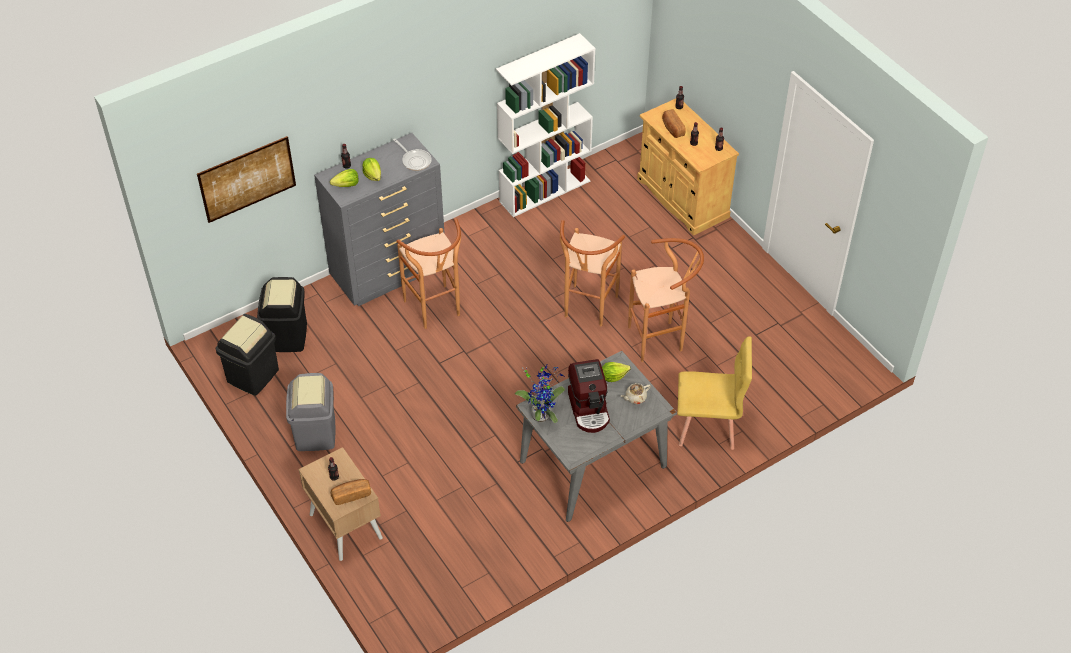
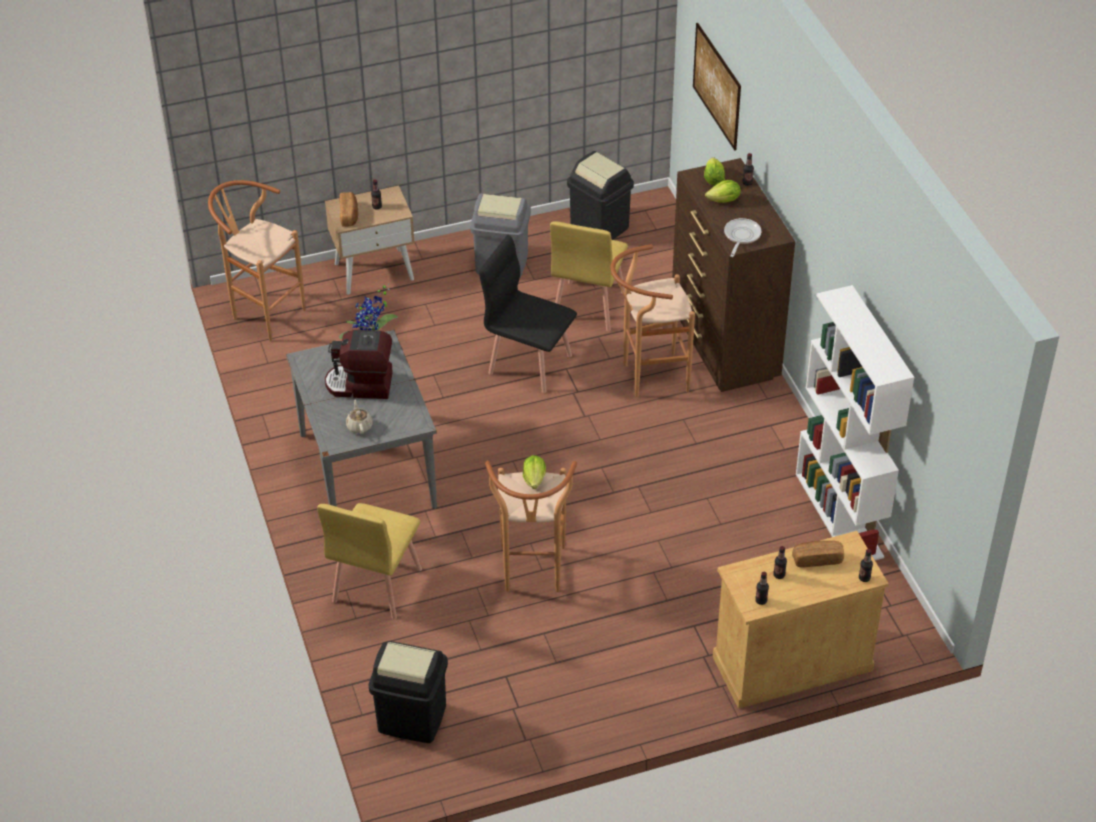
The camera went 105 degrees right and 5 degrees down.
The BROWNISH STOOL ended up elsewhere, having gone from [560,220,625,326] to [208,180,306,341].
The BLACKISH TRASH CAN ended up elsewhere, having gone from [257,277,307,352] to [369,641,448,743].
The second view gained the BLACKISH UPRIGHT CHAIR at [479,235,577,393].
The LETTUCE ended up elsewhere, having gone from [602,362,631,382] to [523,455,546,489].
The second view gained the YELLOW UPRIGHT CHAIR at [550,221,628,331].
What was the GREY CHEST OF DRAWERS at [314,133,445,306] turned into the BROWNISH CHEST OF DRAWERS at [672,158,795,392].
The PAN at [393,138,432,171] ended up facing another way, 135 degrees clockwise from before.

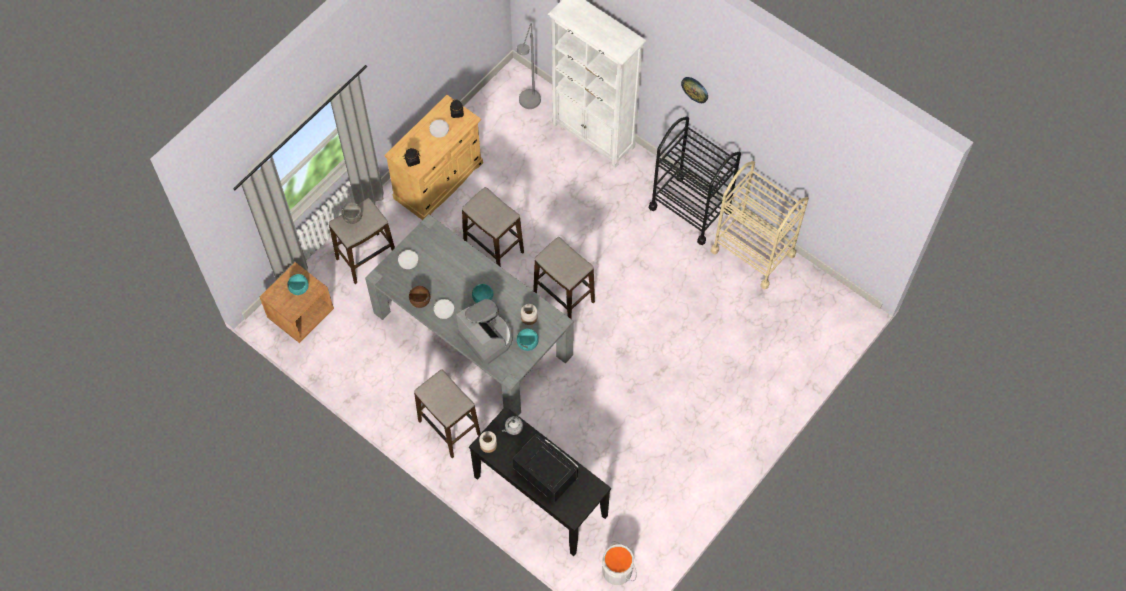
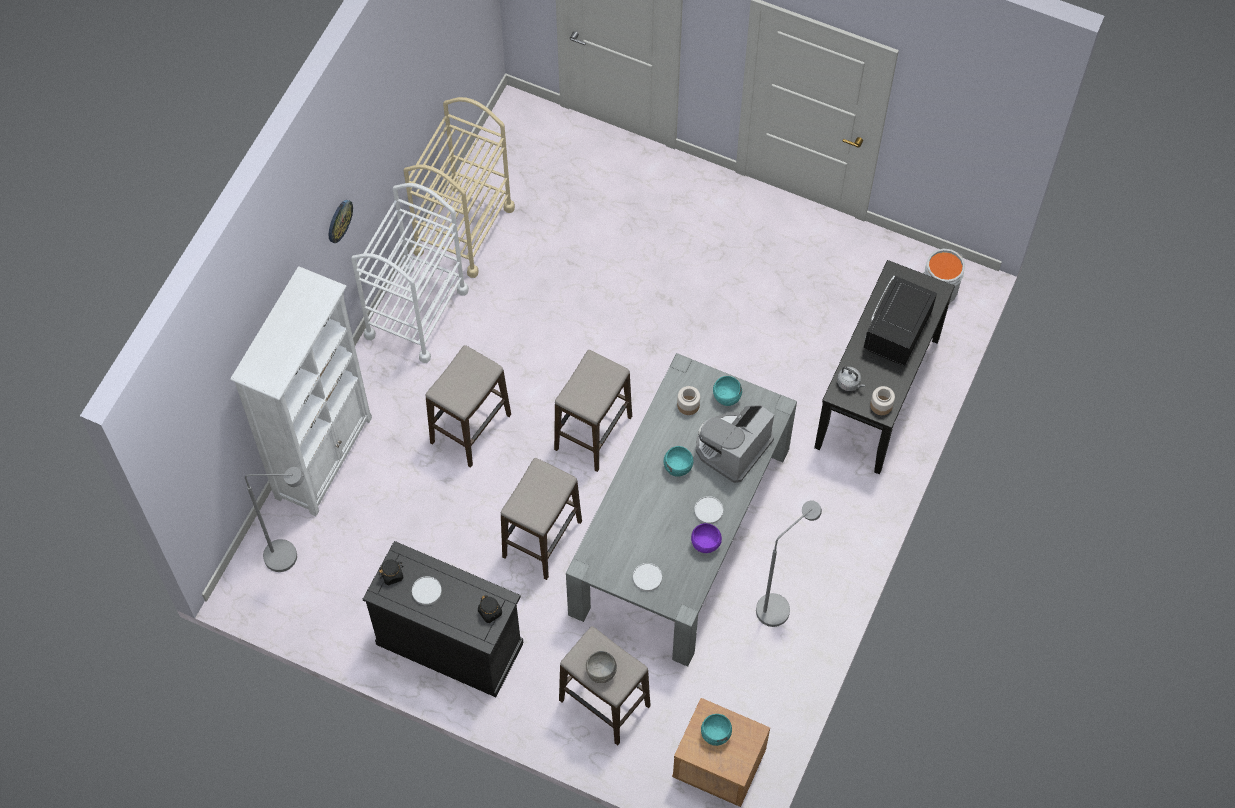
The camera went 105 degrees left and 0 degrees up.
What was the BLACKISH CART at [649,117,741,245] turned into the WHITISH CART at [351,183,469,363].
What was the BEIGE-COLOURED STORAGE CABINET at [384,95,483,220] turned into the BLACKISH STORAGE CABINET at [363,541,524,697].
The STOOL ended up elsewhere, having gone from [414,369,481,458] to [426,345,511,468].
What was the BROWNISH DEEP DISH at [409,286,430,308] turned into the PURPLE DEEP DISH at [691,523,722,553].
The second view gained the GREY FLOOR LAMP at [756,500,822,627].

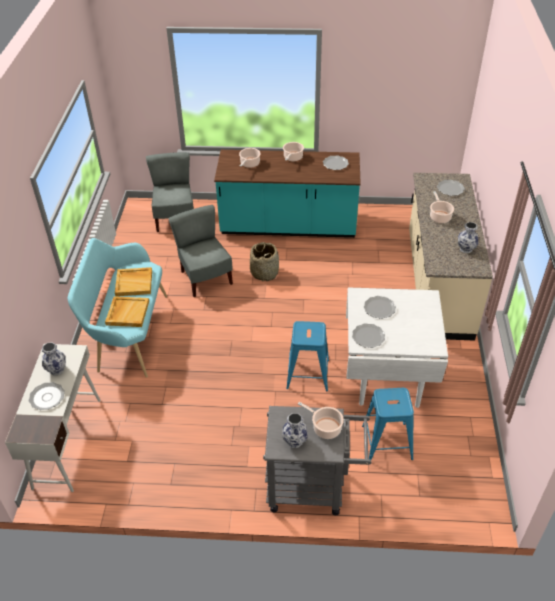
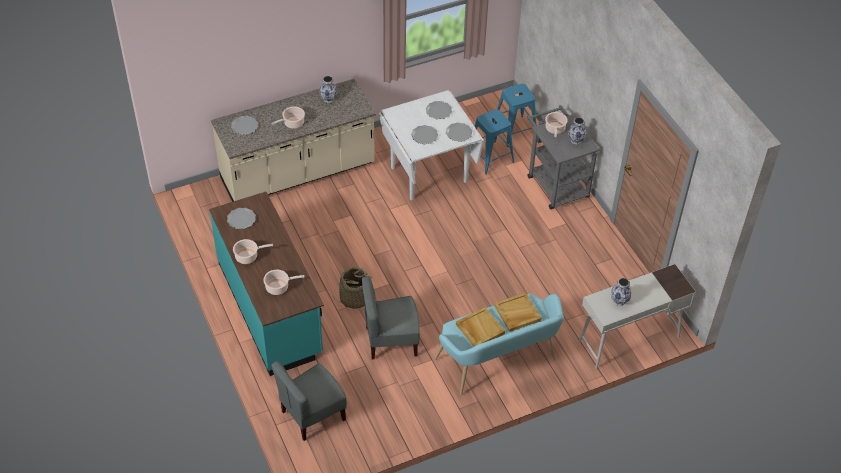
The camera went 120 degrees left and 5 degrees up.
The GREY UPRIGHT CHAIR at [168,205,233,297] ended up facing another way, 45 degrees clockwise from before.
The DINNER PLATE ended up elsewhere, having gone from [29,382,65,410] to [426,101,452,119].
The BLUE STOOL ended up elsewhere, having gone from [286,321,329,391] to [498,84,536,147].

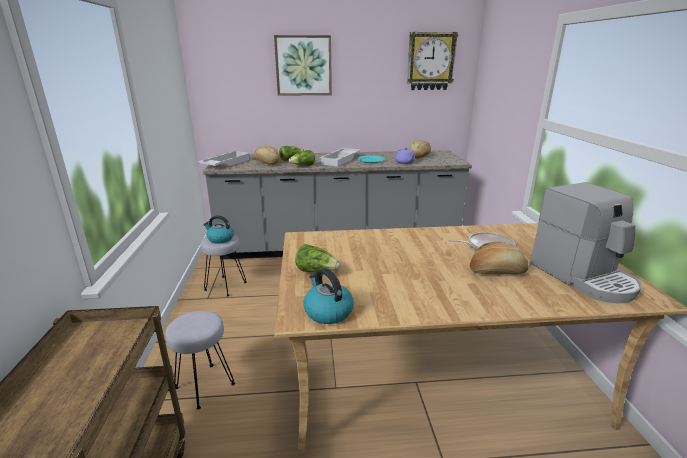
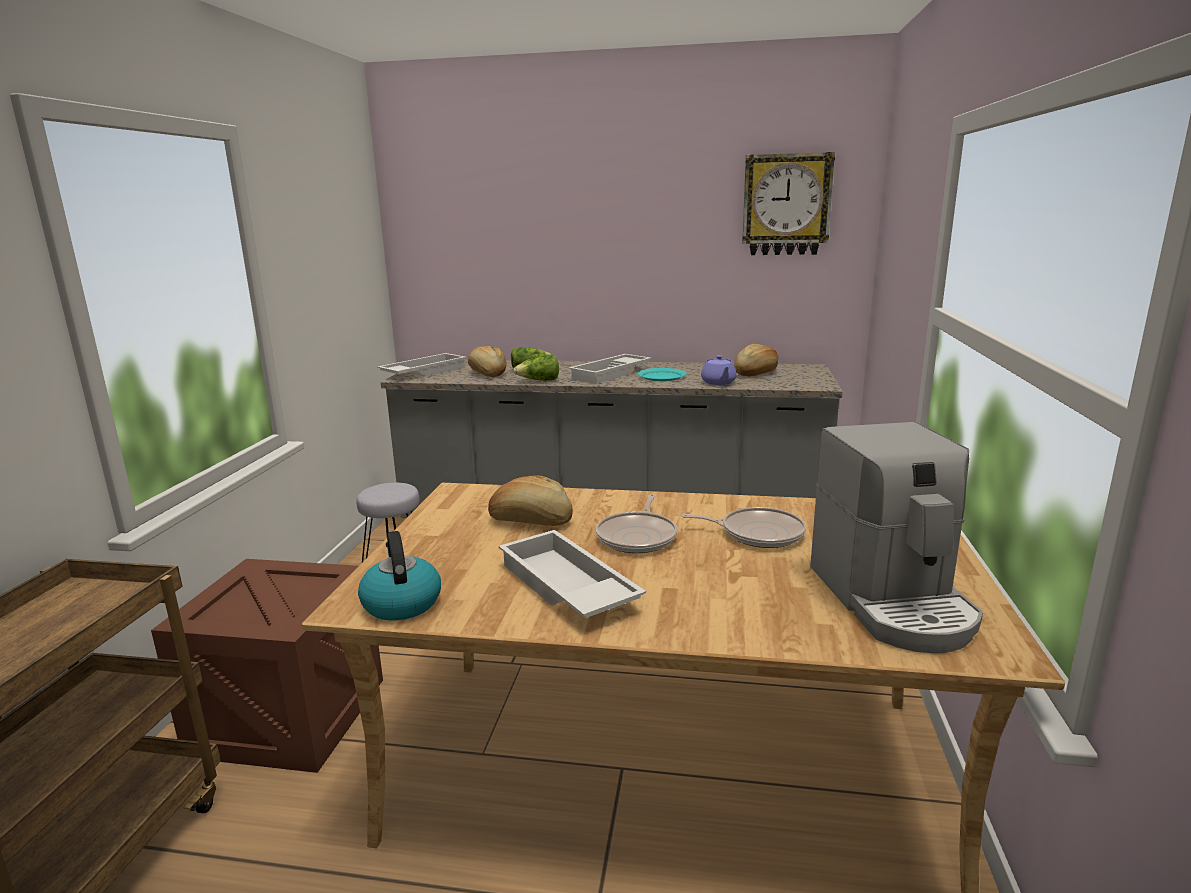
The camera went 15 degrees right and 5 degrees down.
Where the GREY STOOL stood at [165,311,235,409], the PACKING CRATE came to stand at [151,559,383,773].
The BAKERY BREAD ended up elsewhere, having gone from [470,242,528,274] to [488,476,573,526].
The second view gained the WHITISH TRAY at [499,530,646,618].
The second view gained the PAN at [596,494,677,553].
The second view lost the TEA KETTLE at [203,215,234,244].
The second view lost the WALL ART at [274,35,332,96].
The second view lost the LETTUCE at [295,244,340,272].

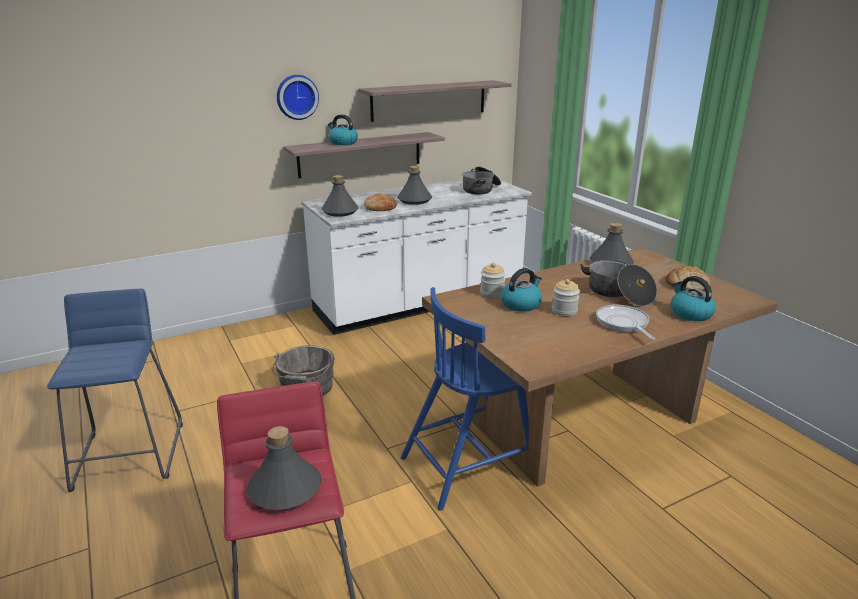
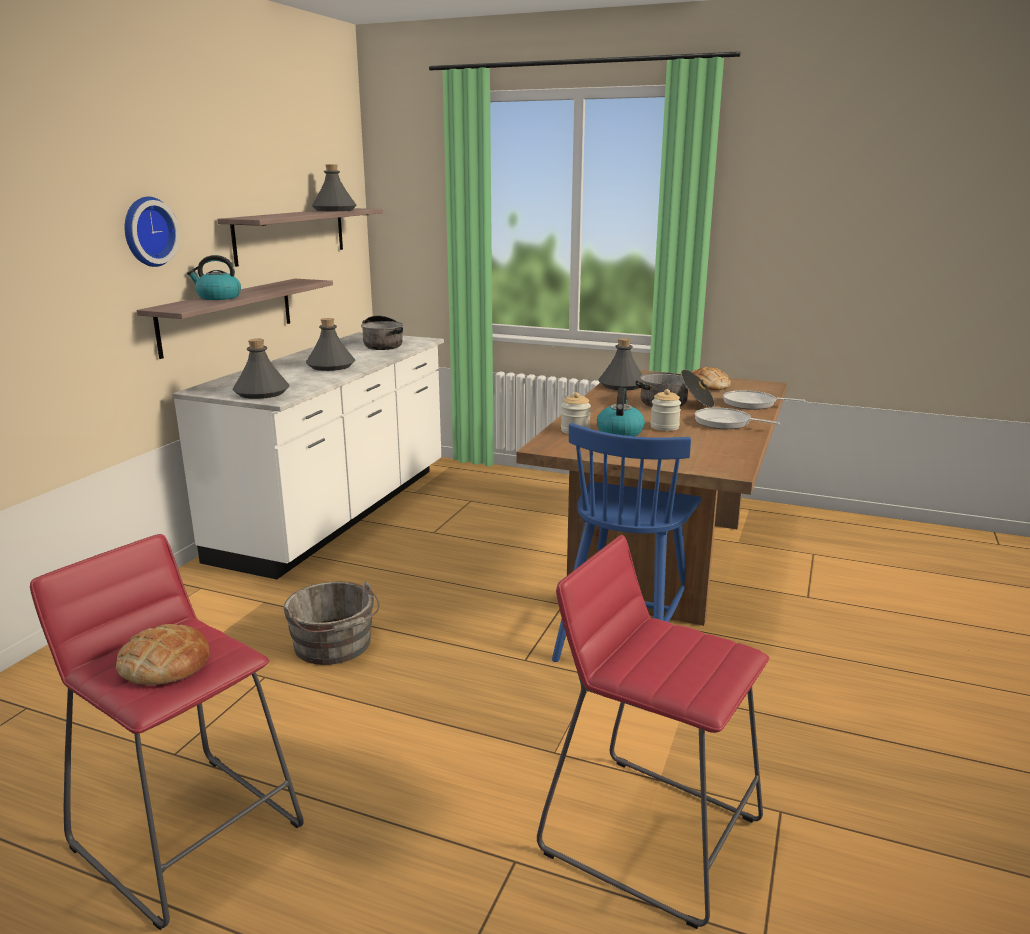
The camera went 40 degrees left and 5 degrees down.
What was the BLUE STOOL at [47,289,183,492] turned into the REDDISH STOOL at [30,534,304,930].
The BAKERY BREAD ended up elsewhere, having gone from [364,193,397,211] to [116,624,210,685].
The GREY DRINK BOTTLE ended up elsewhere, having gone from [247,426,321,510] to [312,164,357,211].
Where the TEA KETTLE stood at [671,276,716,321], the PAN came to stand at [723,390,805,410].

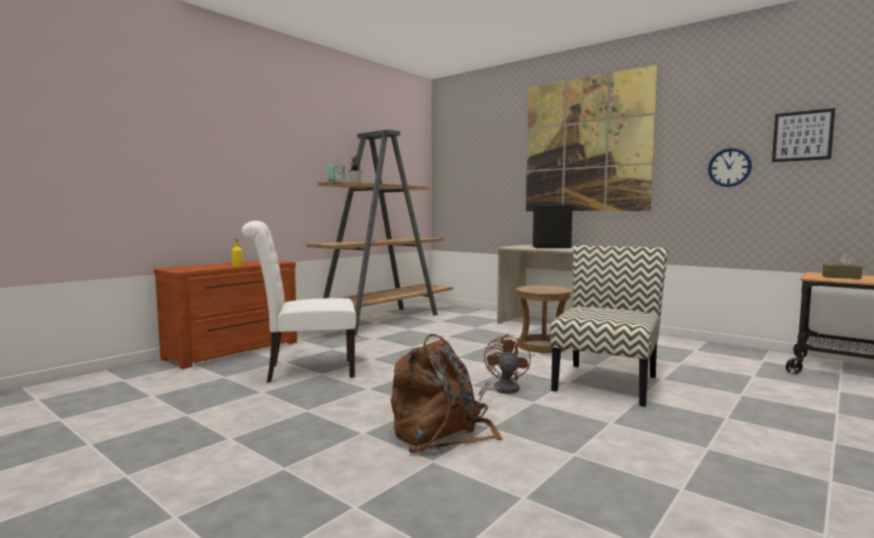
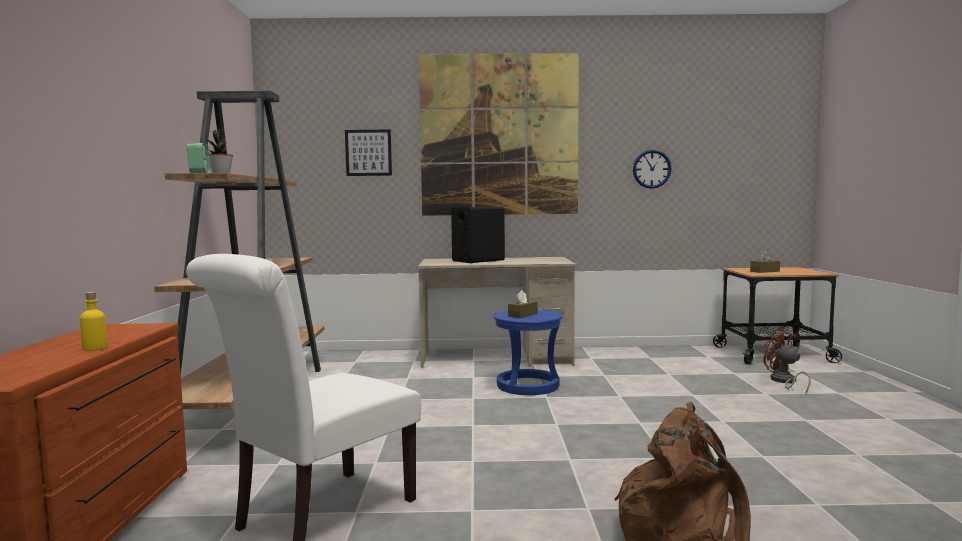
The camera went 40 degrees left and 0 degrees up.
The WALL ART ended up elsewhere, having gone from [772,108,835,162] to [345,129,392,176].
What was the BROWNISH STOOL at [516,285,572,353] turned into the BLUE STOOL at [493,309,562,395].
The second view gained the BROWNISH TISSUE BOX at [508,290,538,318].
The BROWNISH ELECTRIC FAN ended up elsewhere, having gone from [478,334,531,402] to [763,329,811,393].
The second view lost the UPRIGHT CHAIR at [550,245,668,407].

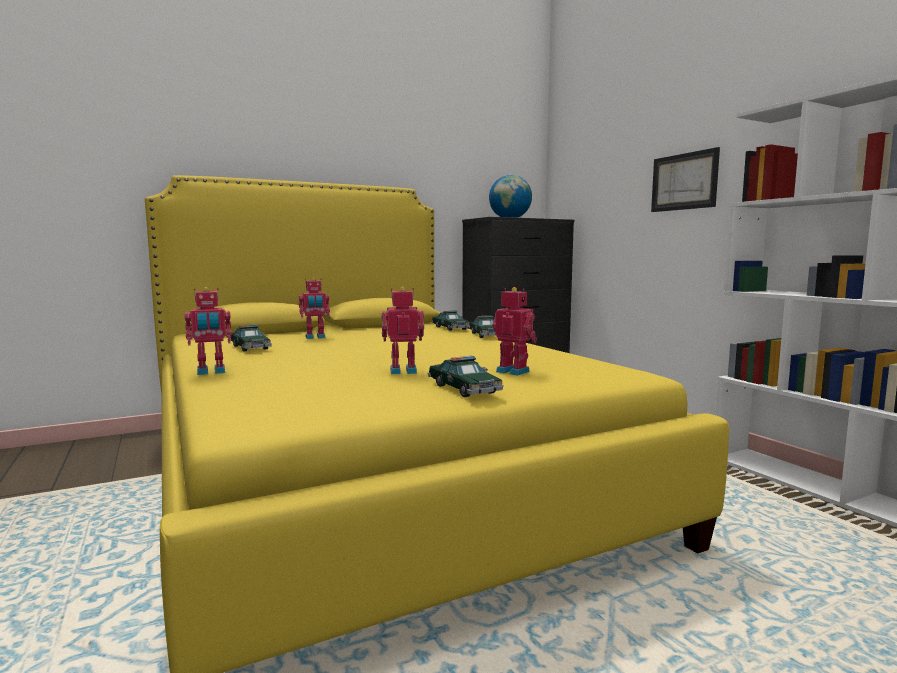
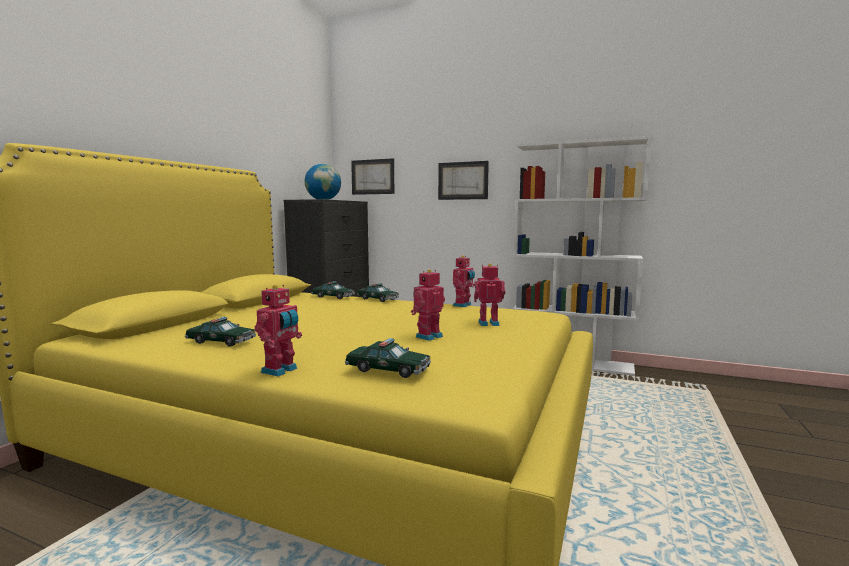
The camera went 40 degrees left and 0 degrees up.
The MINIATURE CAR ended up elsewhere, having gone from [428,356,504,397] to [345,338,431,378].
The second view gained the WALL ART at [351,158,394,195].
The MODEL ROBOT ended up elsewhere, having gone from [299,278,330,339] to [453,255,475,307].

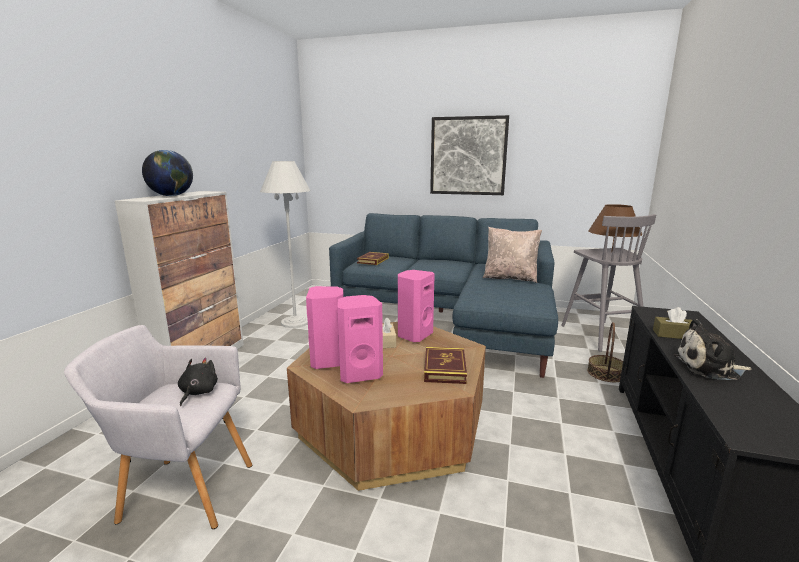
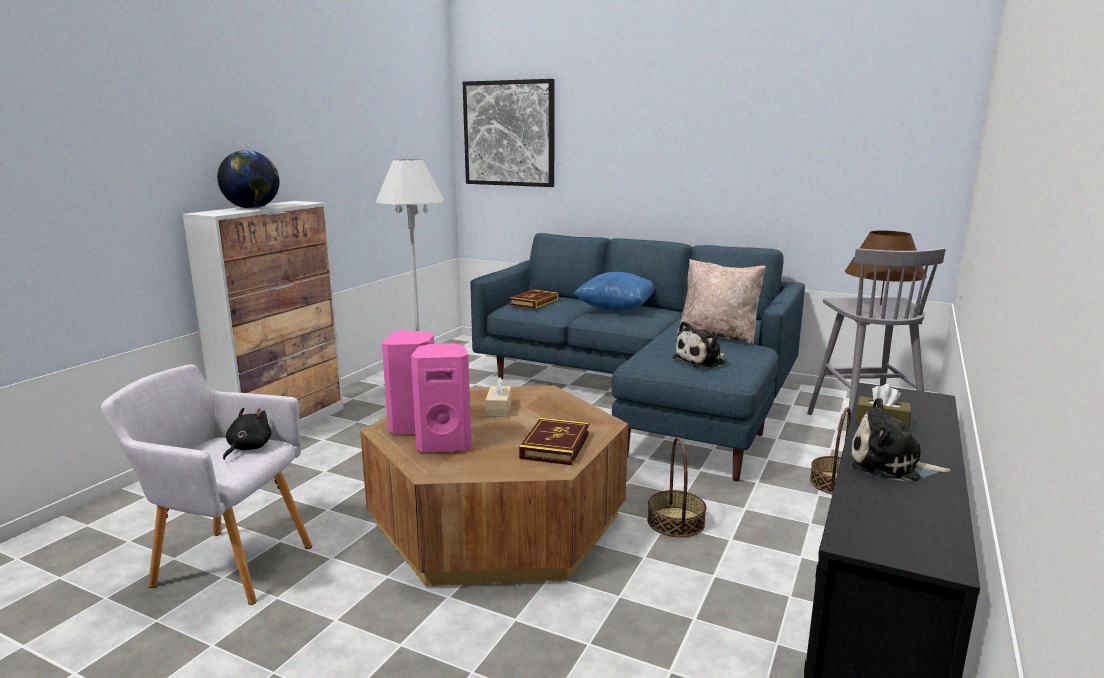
The camera went 10 degrees right and 0 degrees up.
The WALL ART ended up elsewhere, having gone from [430,115,509,195] to [463,79,554,187].
The second view gained the BLUE CUSHION at [573,272,654,312].
The second view gained the BASKET at [647,437,706,537].
The second view gained the PLUSH TOY at [672,321,726,368].
The second view lost the PINKISH LOUDSPEAKER at [398,270,435,342].

